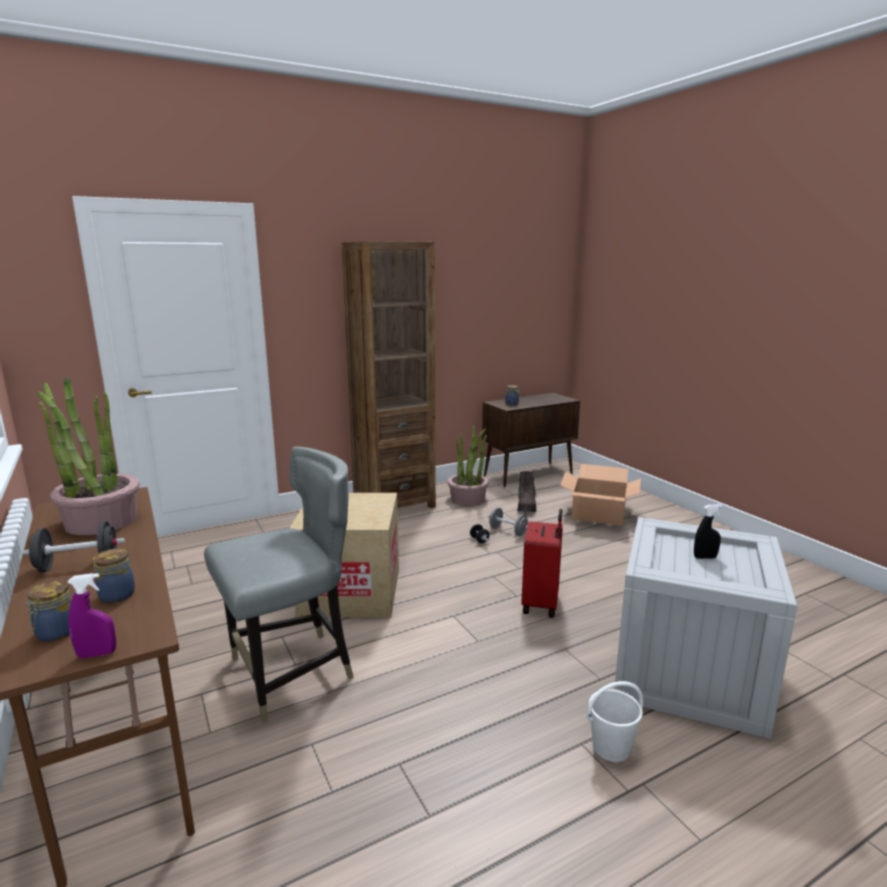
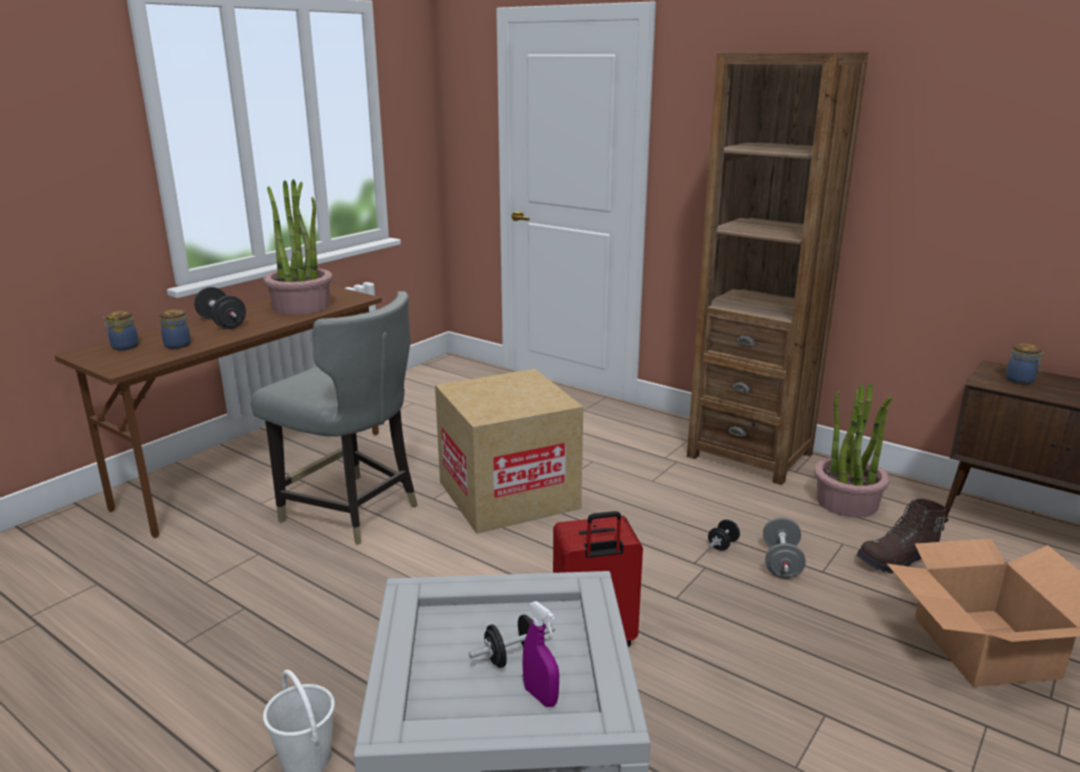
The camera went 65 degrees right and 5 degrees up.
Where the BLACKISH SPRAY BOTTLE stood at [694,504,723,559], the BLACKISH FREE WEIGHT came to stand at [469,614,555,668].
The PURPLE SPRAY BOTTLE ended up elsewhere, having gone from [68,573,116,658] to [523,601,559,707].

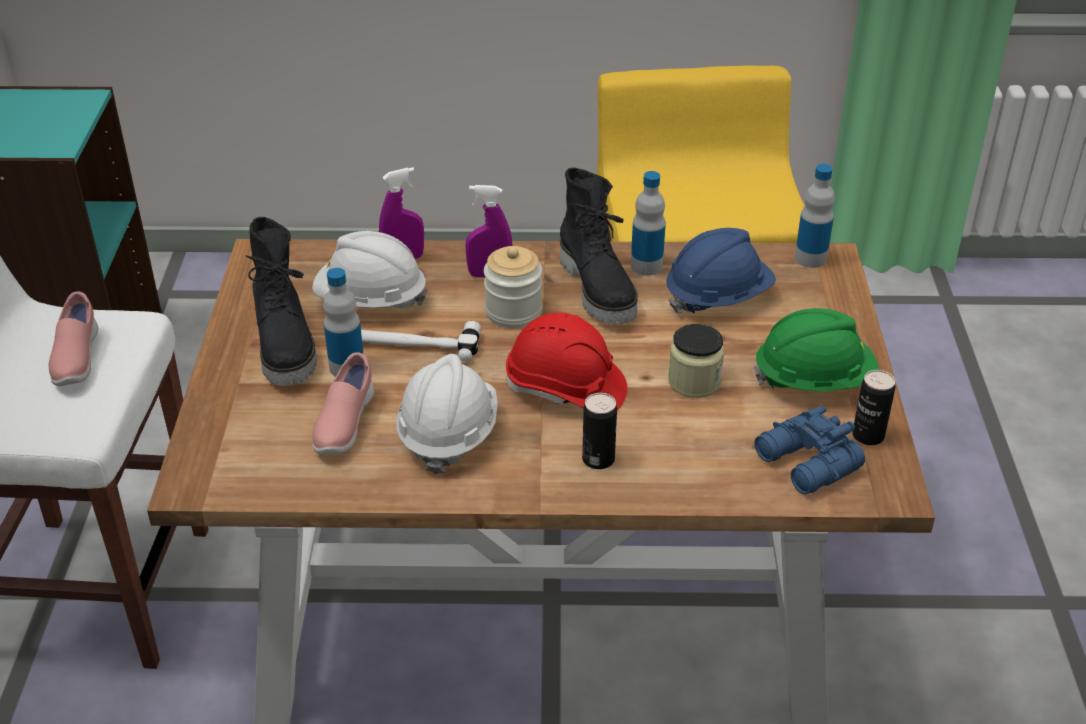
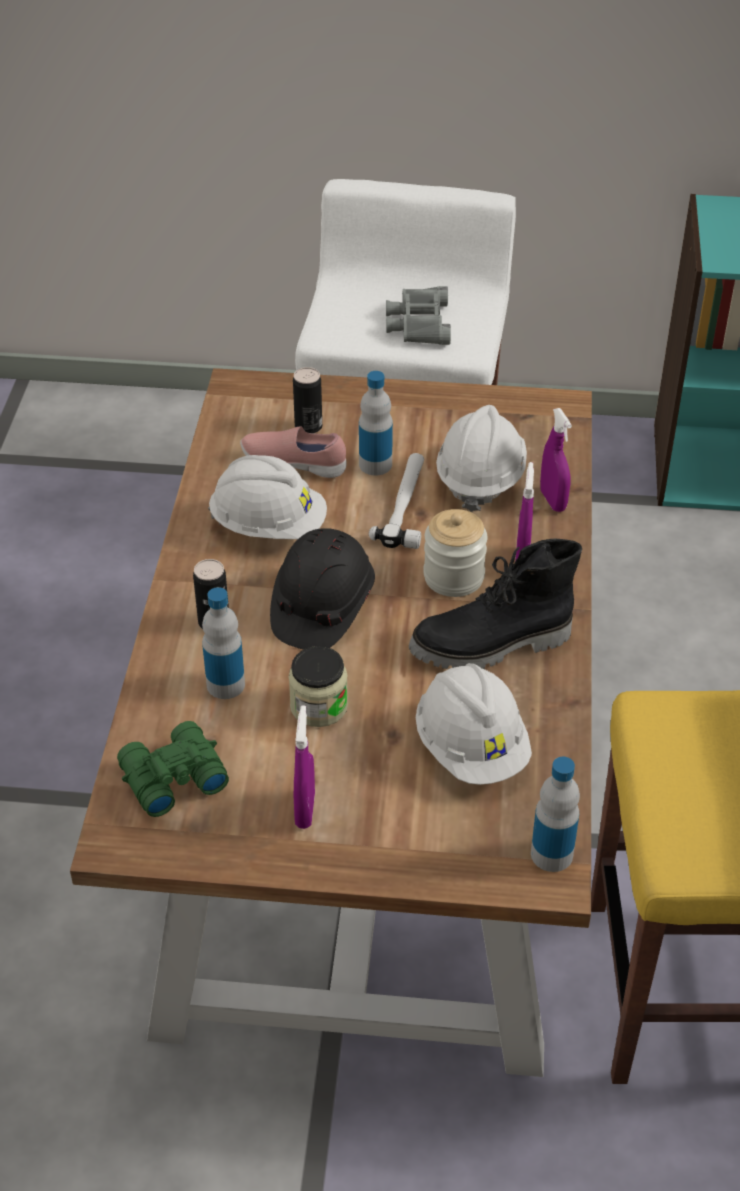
The camera went 95 degrees right and 5 degrees up.
What was the BLUE BINOCULARS at [755,406,865,495] turned into the GREEN BINOCULARS at [117,721,229,817].
The DRINK BOTTLE ended up elsewhere, having gone from [631,171,666,276] to [202,587,245,699].
What was the REDDISH SAFETY HELMET at [505,313,627,411] turned into the BLACKISH SAFETY HELMET at [270,528,375,650].
The CAN ended up elsewhere, having gone from [852,370,895,445] to [293,367,322,433].
Where the GREEN SAFETY HELMET stood at [754,308,879,391], the PURPLE SPRAY BOTTLE came to stand at [294,705,315,829].
Where the PINKISH ITEM OF FOOTWEAR stood at [48,291,98,386], the GREY BINOCULARS came to stand at [386,286,451,345].
What was the BLUE SAFETY HELMET at [666,228,776,314] turned into the WHITISH SAFETY HELMET at [416,663,532,785].
The second view lost the BLACKISH BOOT at [245,217,317,386].

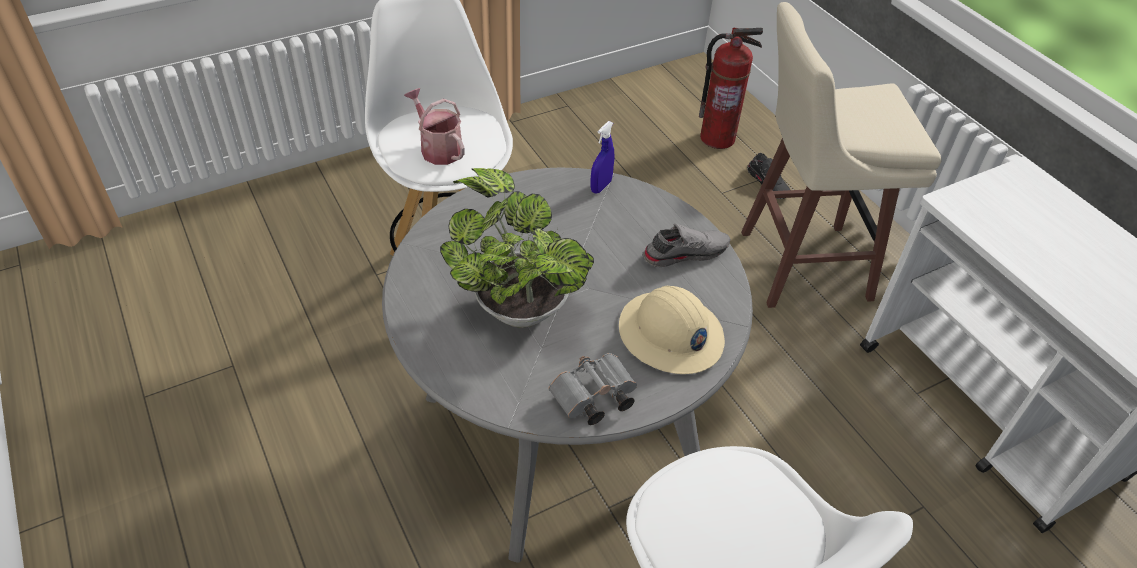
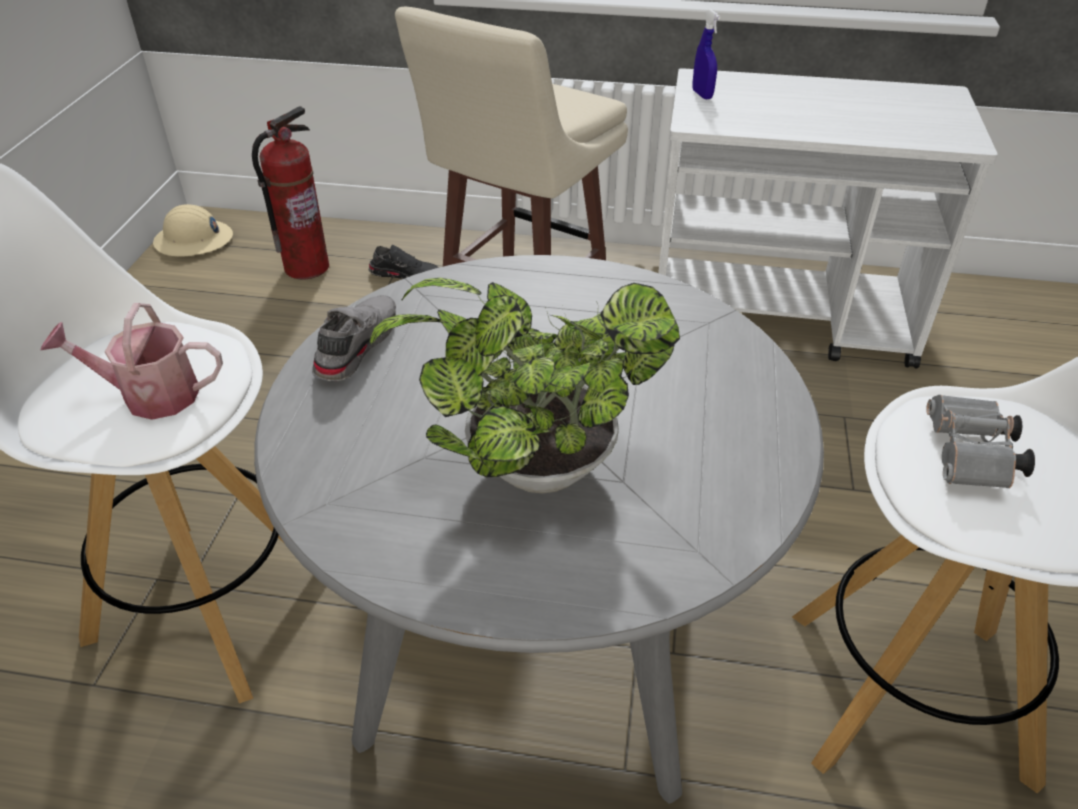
The camera went 50 degrees left and 5 degrees down.
The BEIGE-COLOURED SAFETY HELMET ended up elsewhere, having gone from [619,286,725,374] to [153,204,233,257].
The GREY ITEM OF FOOTWEAR ended up elsewhere, having gone from [642,224,730,267] to [312,295,396,381].
The BLUE SPRAY BOTTLE ended up elsewhere, having gone from [590,121,615,194] to [693,9,720,99].
The GREY BINOCULARS ended up elsewhere, having gone from [548,353,637,425] to [926,395,1035,488].

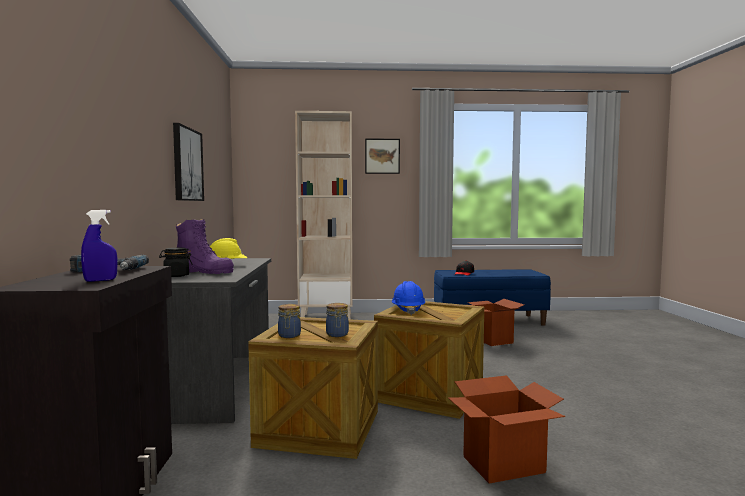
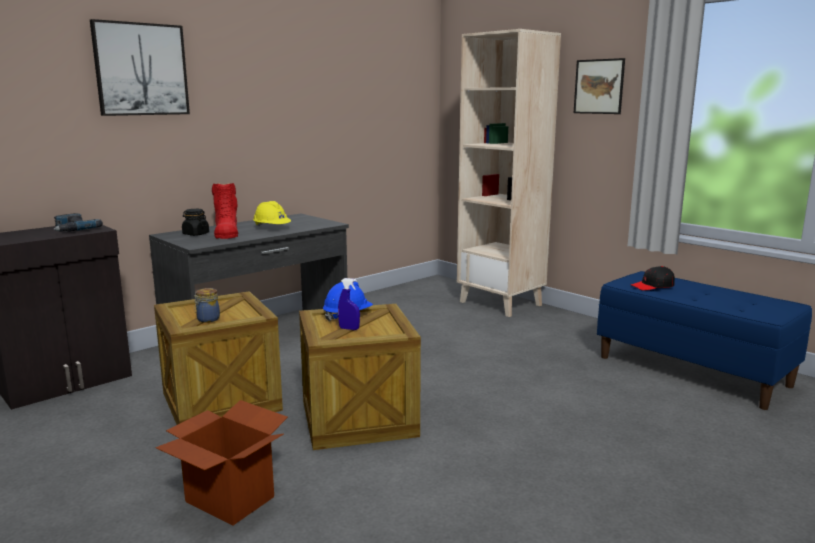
The camera went 50 degrees right and 10 degrees up.
The WALL ART ended up elsewhere, having gone from [173,123,204,201] to [90,19,190,116].
What was the PURPLE BOOT at [176,219,234,274] turned into the REDDISH BOOT at [212,183,238,239].
The BLUE SPRAY BOTTLE ended up elsewhere, having gone from [81,210,117,282] to [338,278,360,330].
The second view lost the PRESERVE JAR at [278,304,301,338].
The second view lost the CARTON at [468,299,524,346].

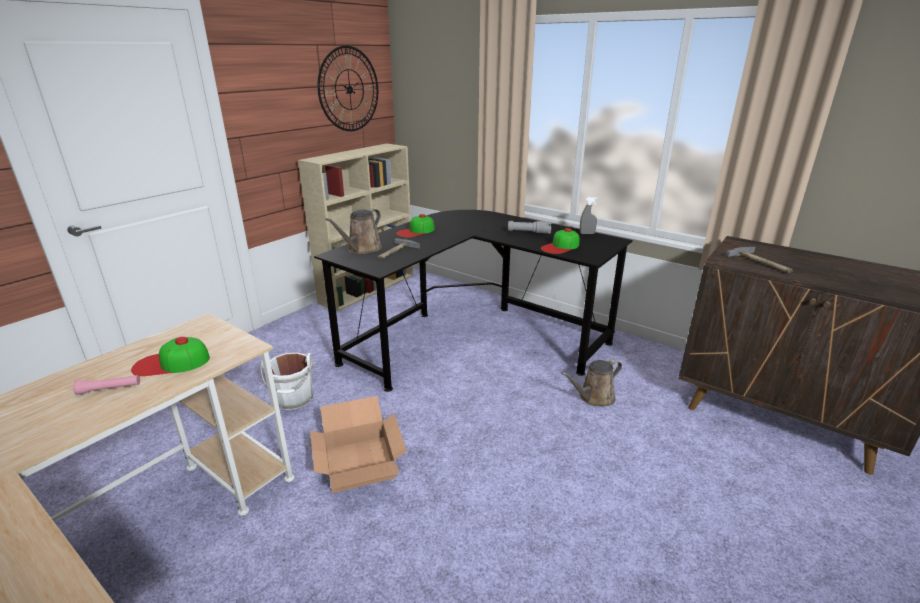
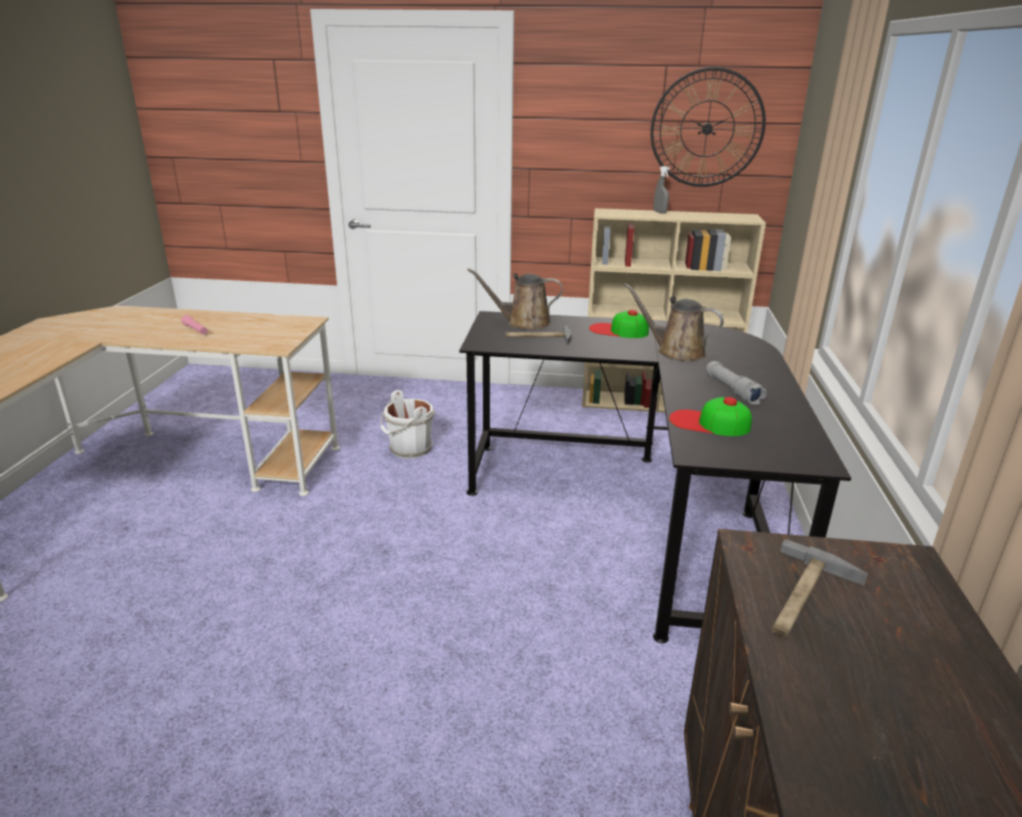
The camera went 60 degrees right and 0 degrees up.
The BROWNISH WATERING POT ended up elsewhere, having gone from [561,359,622,406] to [624,283,724,362].
The GREY SPRAY BOTTLE ended up elsewhere, having gone from [580,197,598,234] to [654,166,670,213].
The second view lost the BASEBALL CAP at [131,337,210,376].
The second view lost the CARTON at [310,396,407,493].

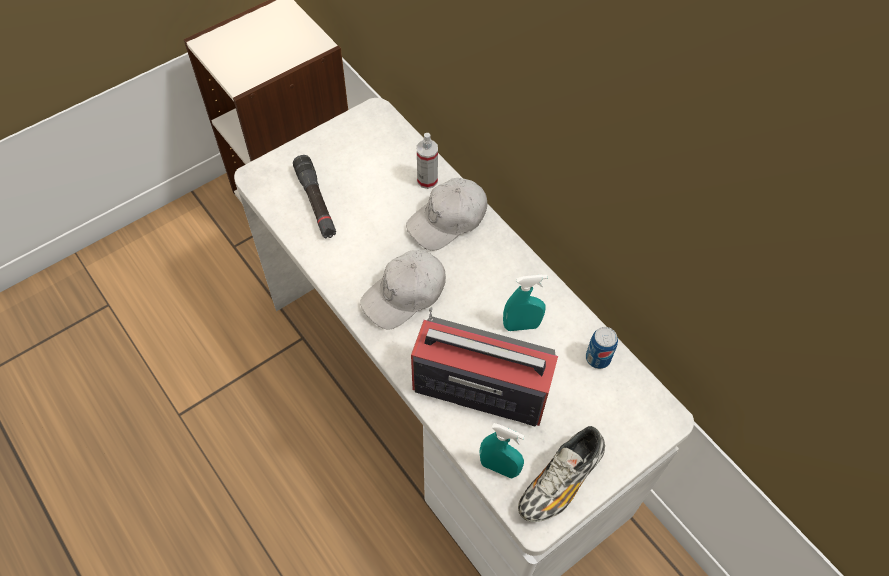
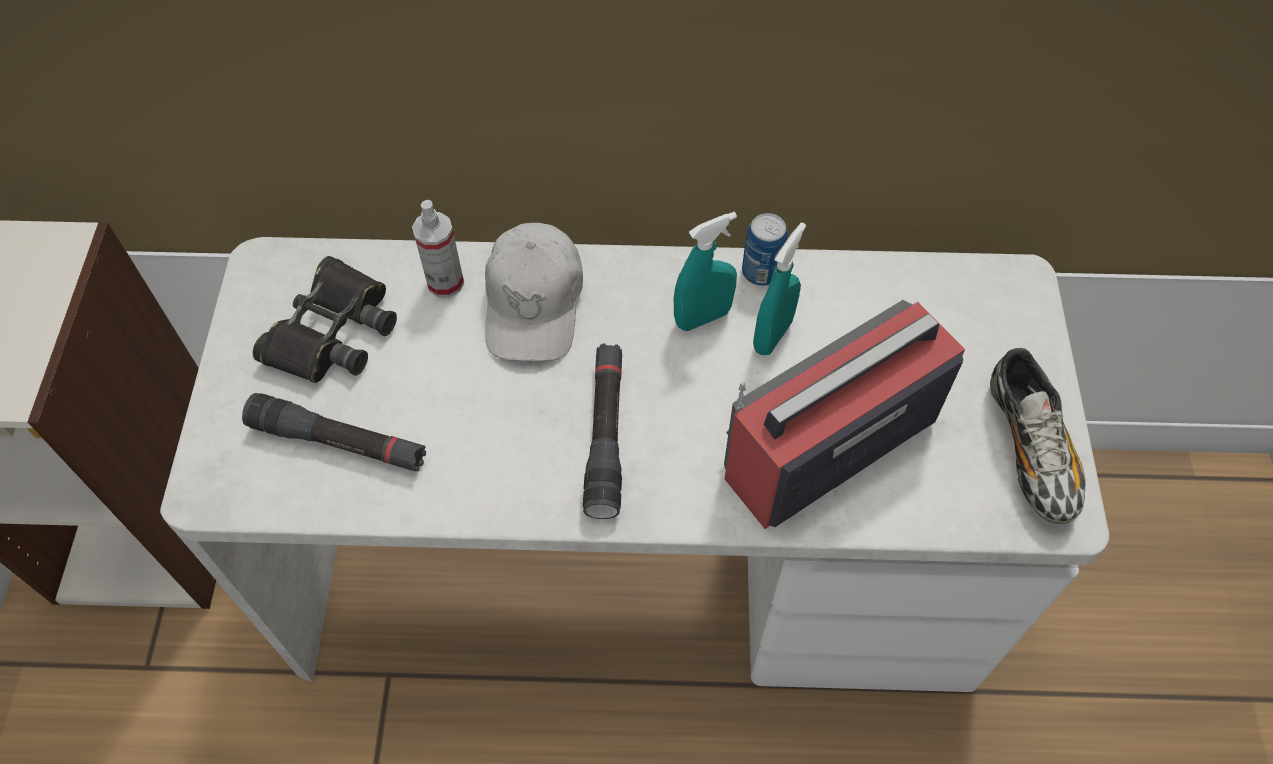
The camera went 50 degrees left and 0 degrees up.
The second view gained the BLACKISH BINOCULARS at [253,256,397,383].
Where the WHITISH BASEBALL CAP stood at [360,250,446,330], the BLACKISH HAND TORCH came to stand at [583,343,622,519].
The BLUE-GREEN SPRAY BOTTLE ended up elsewhere, having gone from [480,423,525,479] to [674,212,737,331].
The CAN ended up elsewhere, having gone from [586,327,618,369] to [742,213,788,286].

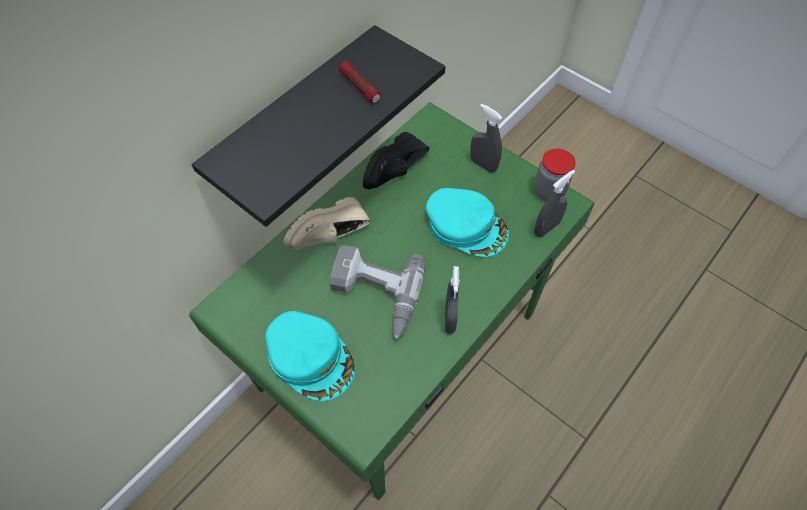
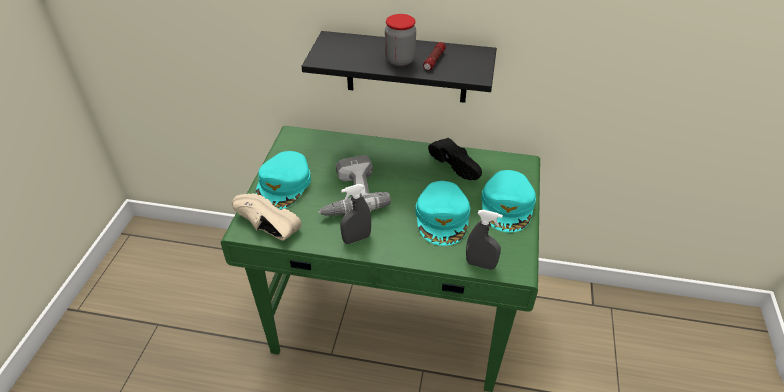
The camera went 60 degrees right and 15 degrees down.
The BEIGE-COLOURED ITEM OF FOOTWEAR ended up elsewhere, having gone from [283,197,370,249] to [232,193,301,241].
The PRESERVE JAR ended up elsewhere, having gone from [534,148,576,201] to [385,14,416,66].
The BLACKISH ITEM OF FOOTWEAR at [363,132,430,189] ended up facing another way, 135 degrees counterclockwise from before.
Where the GREY SPRAY BOTTLE stood at [470,104,503,173], the BLUE-GREEN BASEBALL CAP came to stand at [481,170,536,232].

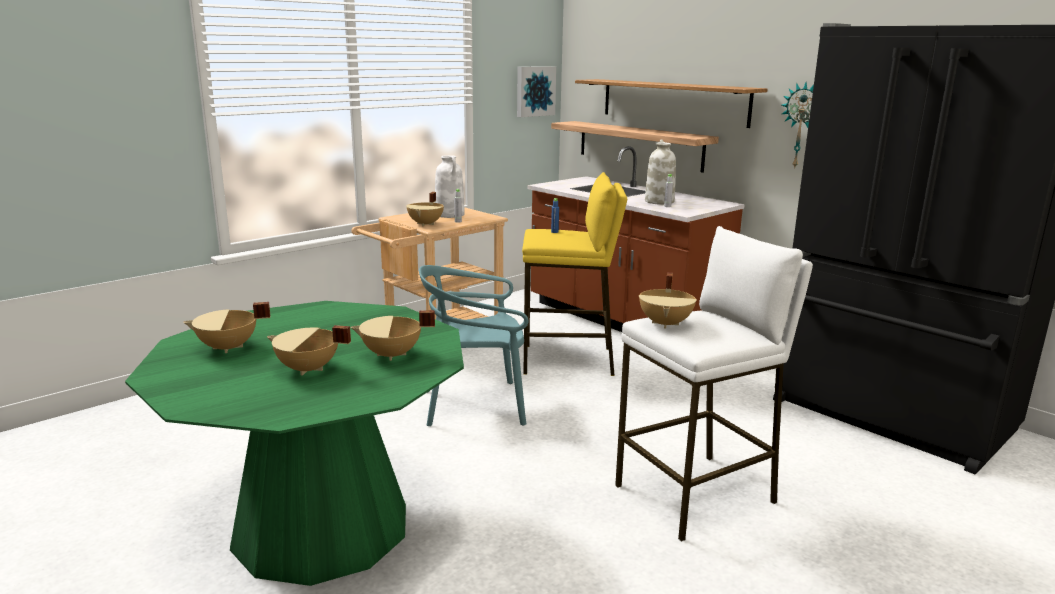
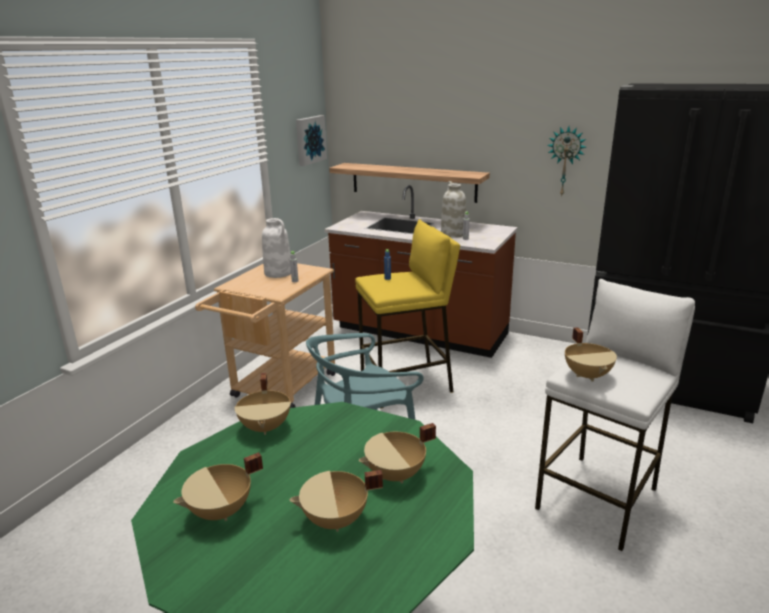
The camera went 20 degrees left and 5 degrees up.
The BEIGE-COLOURED SAUCEPOT ended up elsewhere, having gone from [406,192,444,226] to [235,373,291,435].
The second view lost the SHELF at [575,79,768,128].

